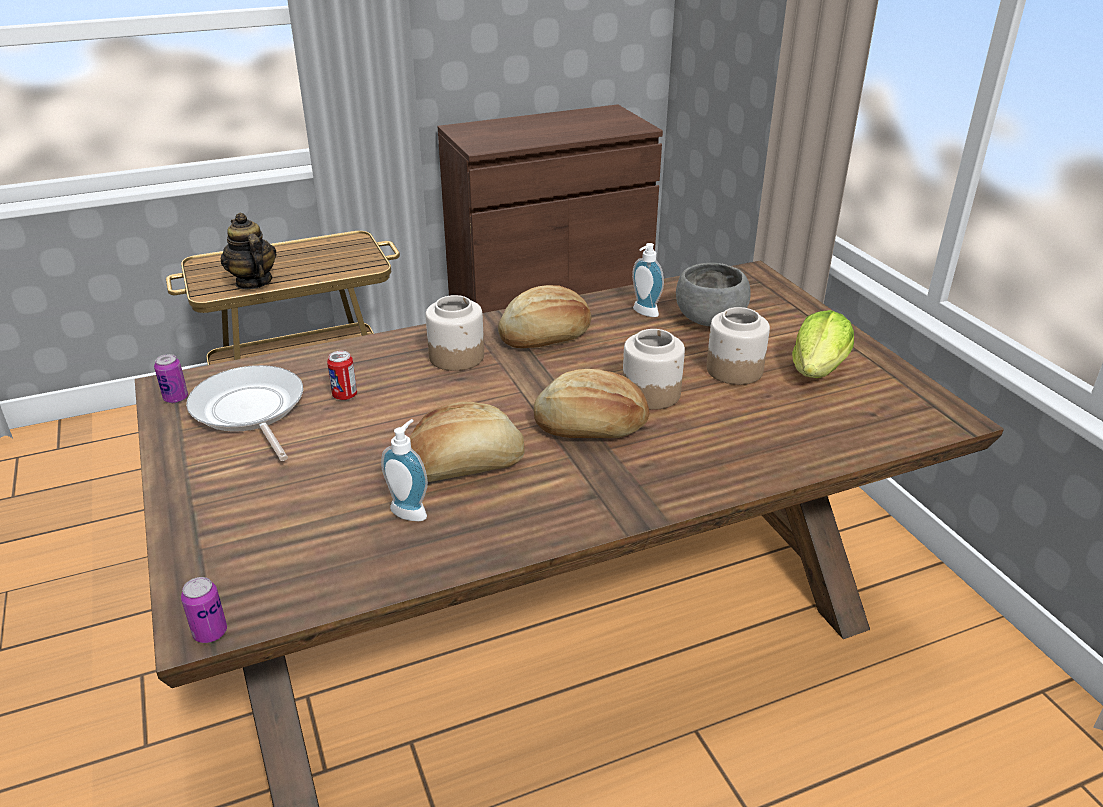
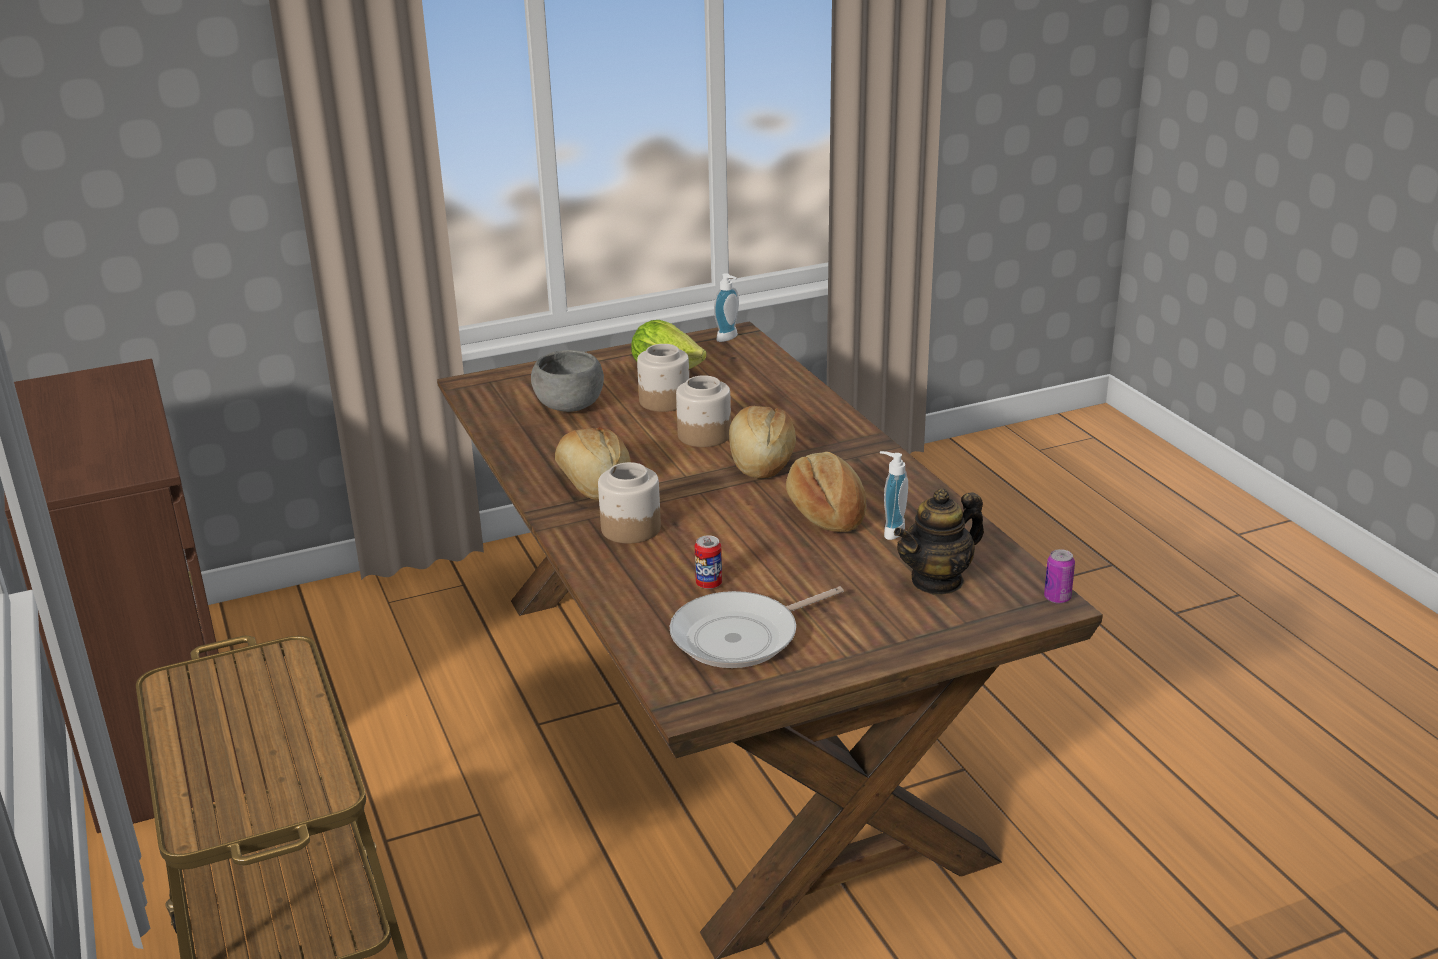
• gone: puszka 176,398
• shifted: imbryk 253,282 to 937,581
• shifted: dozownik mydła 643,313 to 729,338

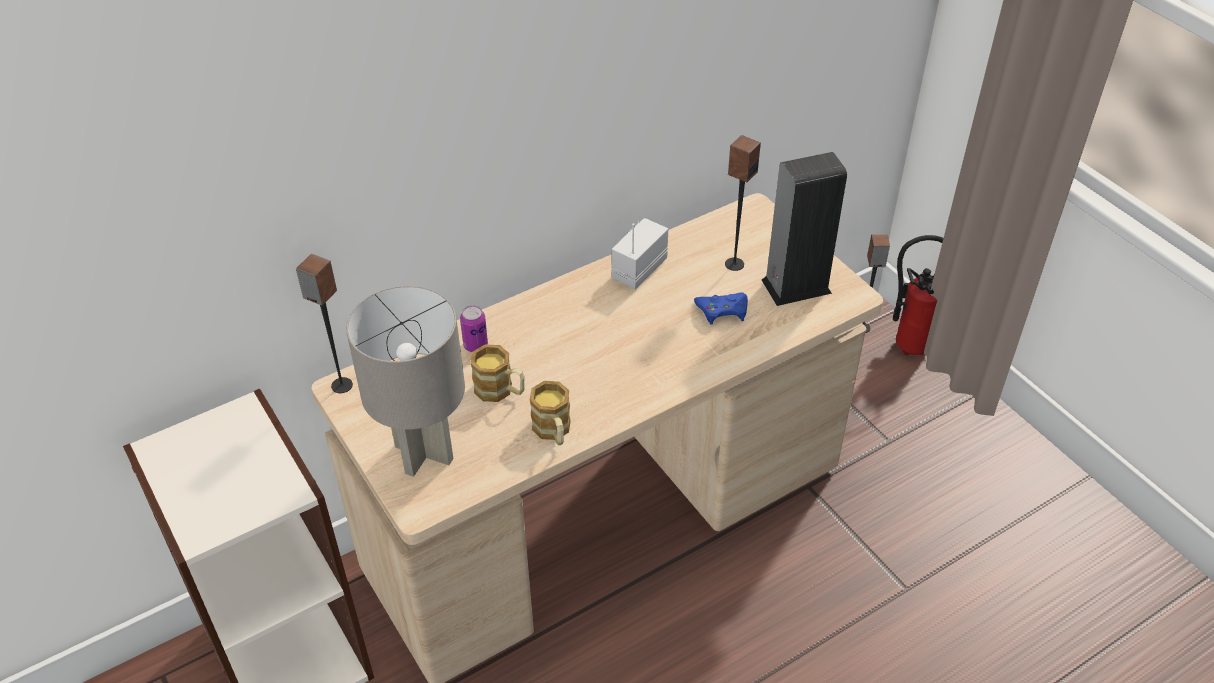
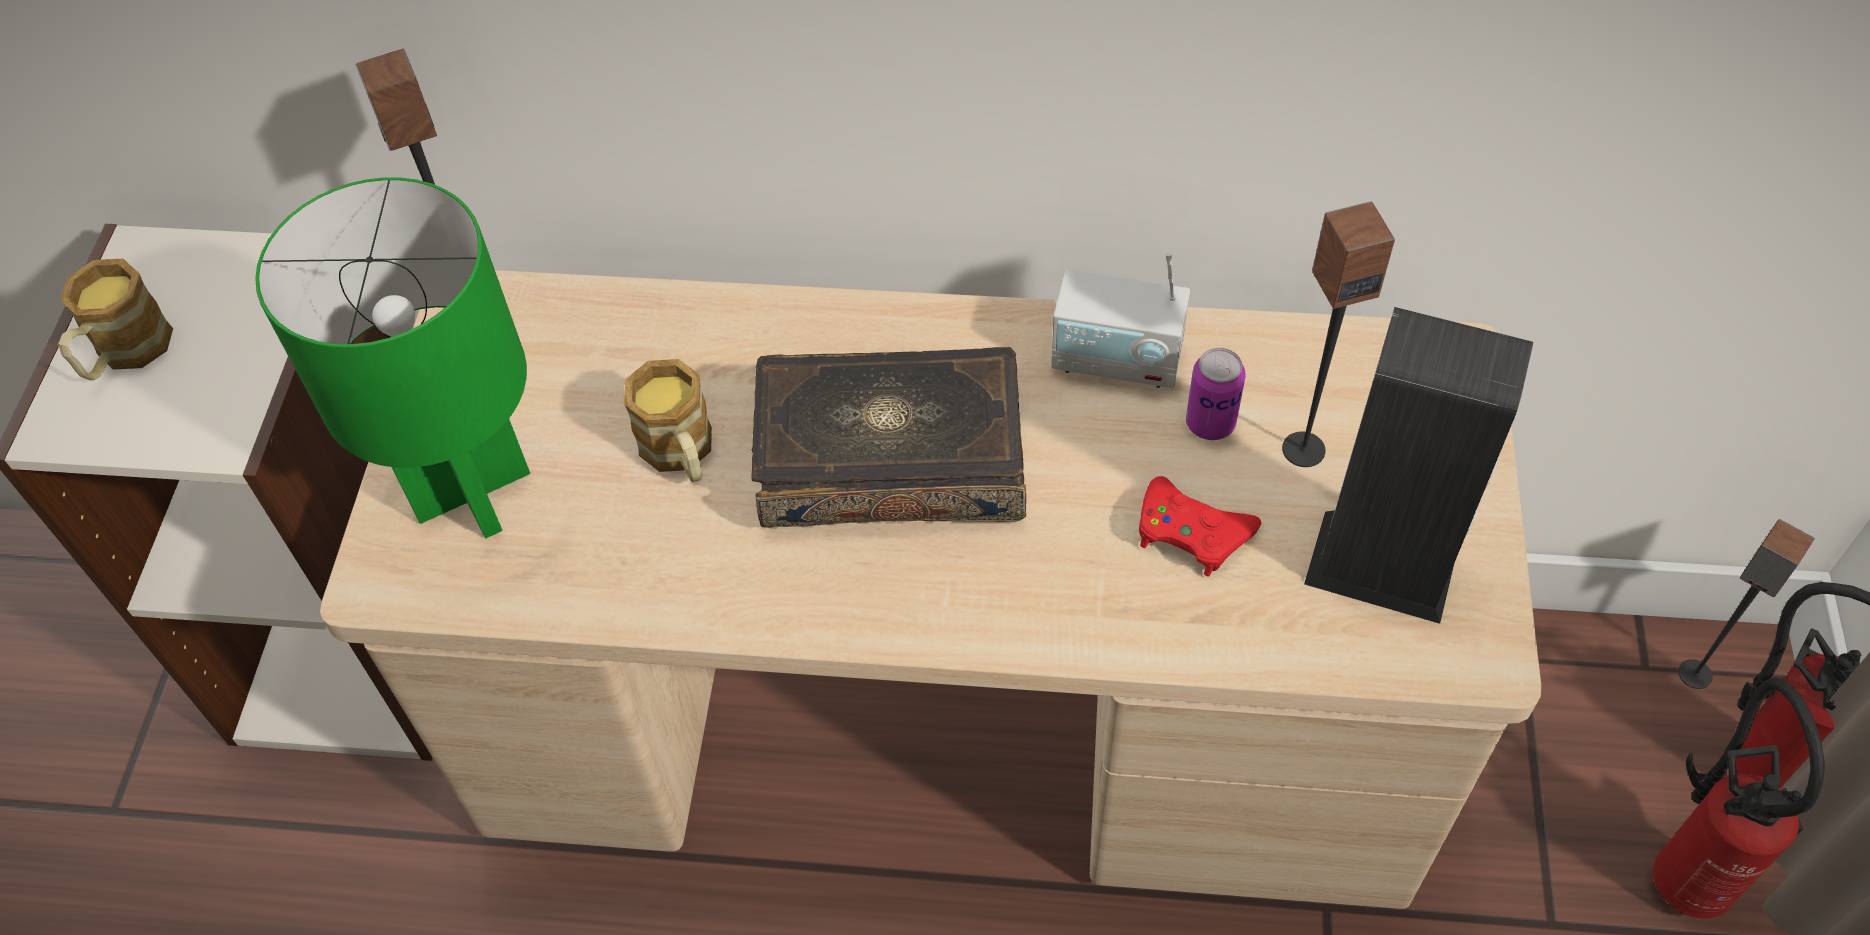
• new: książka 891,459
• new: gaśnica 1688,872
• shifted: puszka 475,345 to 1210,423
• shifted: kubek 553,431 to 125,354
• repainted: lampa stołowa (szary) 424,454 to lampa stołowa (zielony) 471,494
• repainted: pad do gier (niebieski) 722,310 to pad do gier (czerwony) 1191,532
• rotated: radio 638,270 = 1117,360 150 degrees counterclockwise

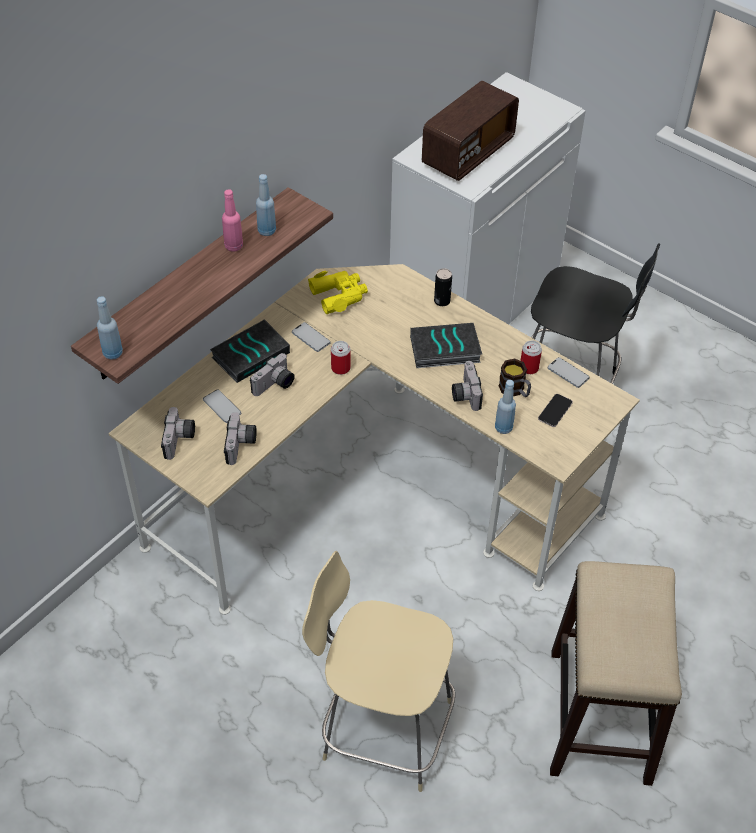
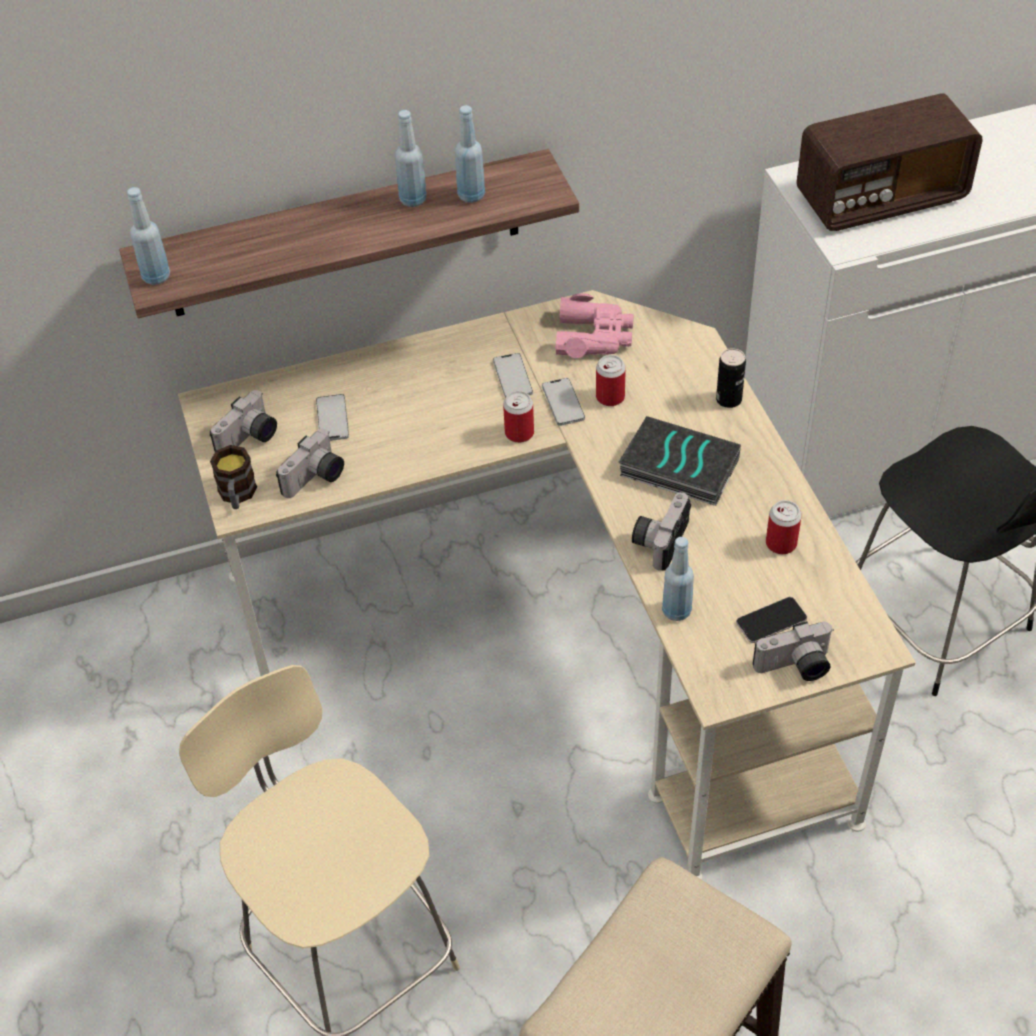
• gone: książka 250,354
• new: puszka 610,397
• shifted: aparat fotograficzny 275,385 to 795,668
• shifted: kubek 515,390 to 237,495
• shifted: telefon 568,373 to 563,403
• repainted: butelka (różowy) 234,246 to butelka (niebieski) 413,200
• repainted: lornetka (żółty) 339,295 to lornetka (różowy) 594,336

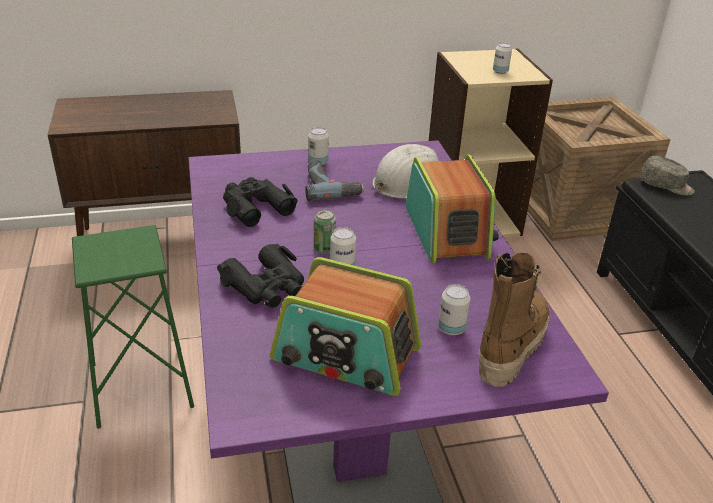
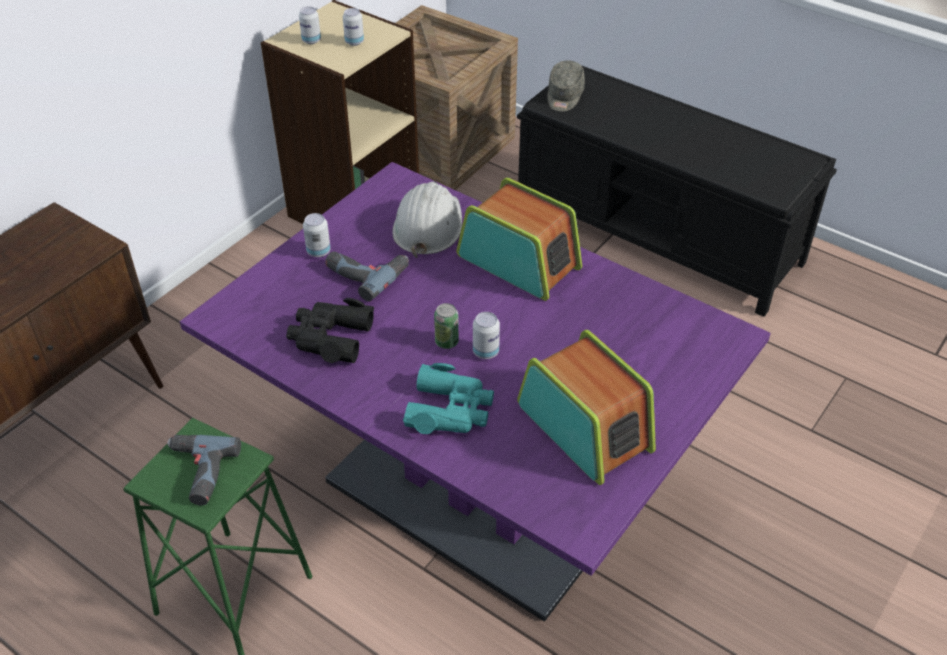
• gone: but z cholewką 510,346
• new: wiertarka 197,473
• shifted: puszka 451,329 to 311,40
• repainted: lornetka (czarny) 267,286 to lornetka (turkusowy) 450,410
• rotated: radio 345,355 = 585,426 105 degrees counterclockwise
• rotated: czapka z daszkiem (szary) 666,186 = 564,96 120 degrees clockwise

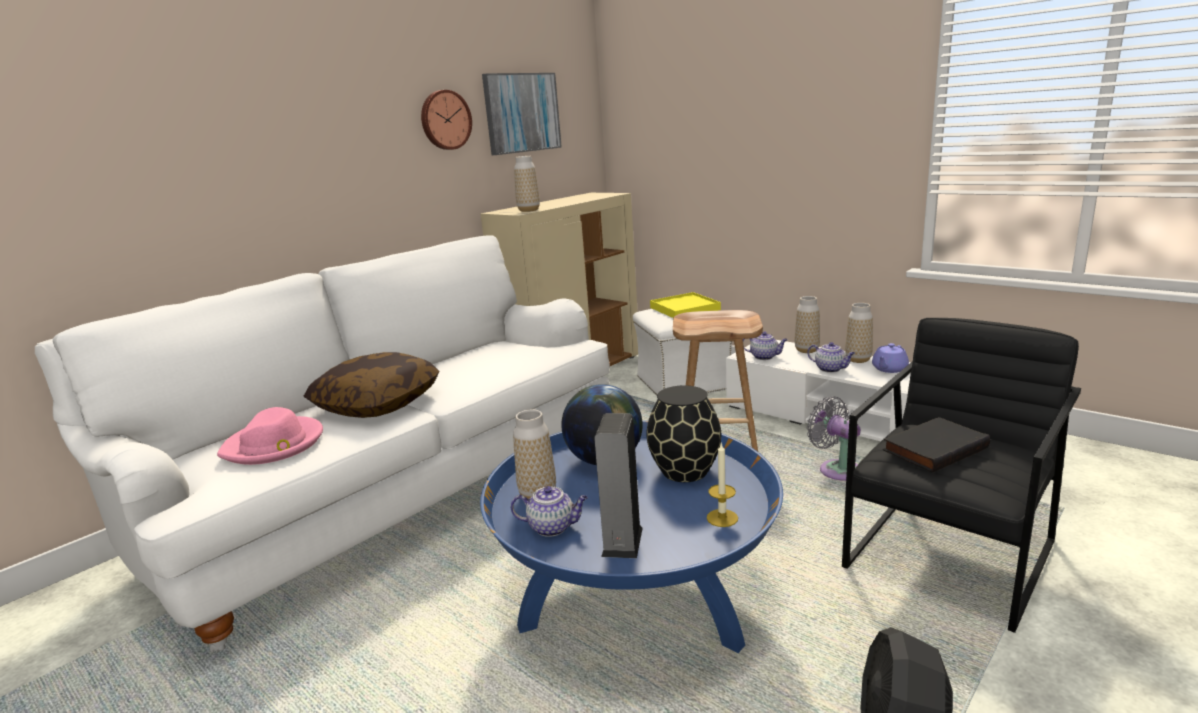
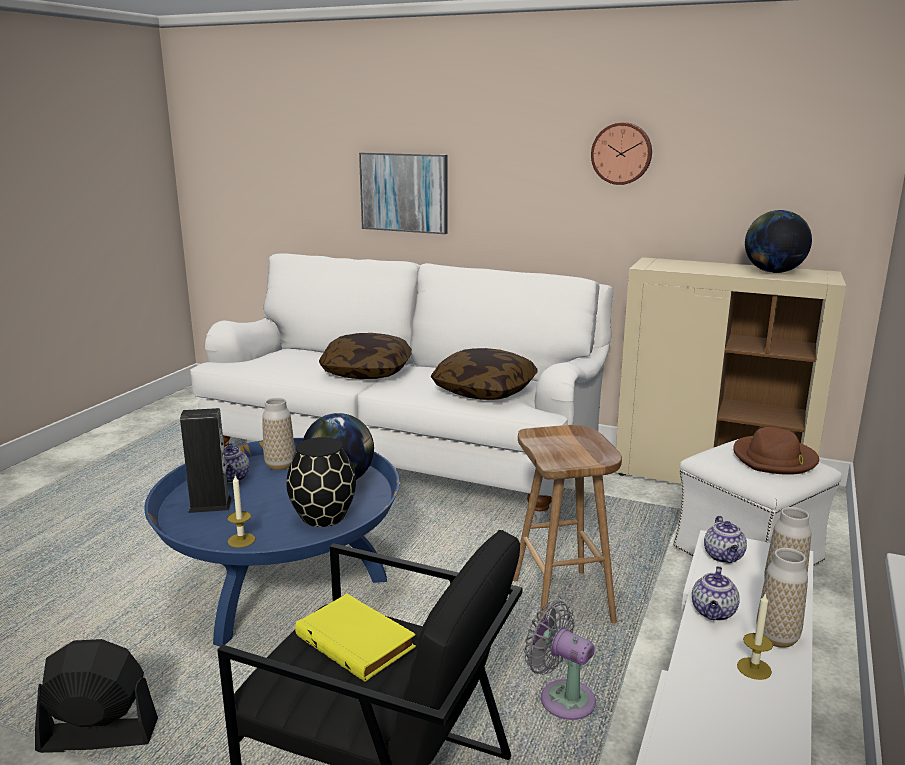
• gone: kapelusz (różowy) 274,445
• gone: wazon 529,210
• new: poduszka 484,390
• new: globus 773,272
• shifted: obraz 522,113 to 404,192
• swapped: taca (żółty) 685,308 to kapelusz (brązowy) 774,459
• swapped: imbryk (fioletowy) 889,369 to świeca 754,668
• repainted: książka (czarny) 933,448 to książka (żółty) 358,641
• rotated: wentylator (szary) 836,469 = 562,698 90 degrees counterclockwise

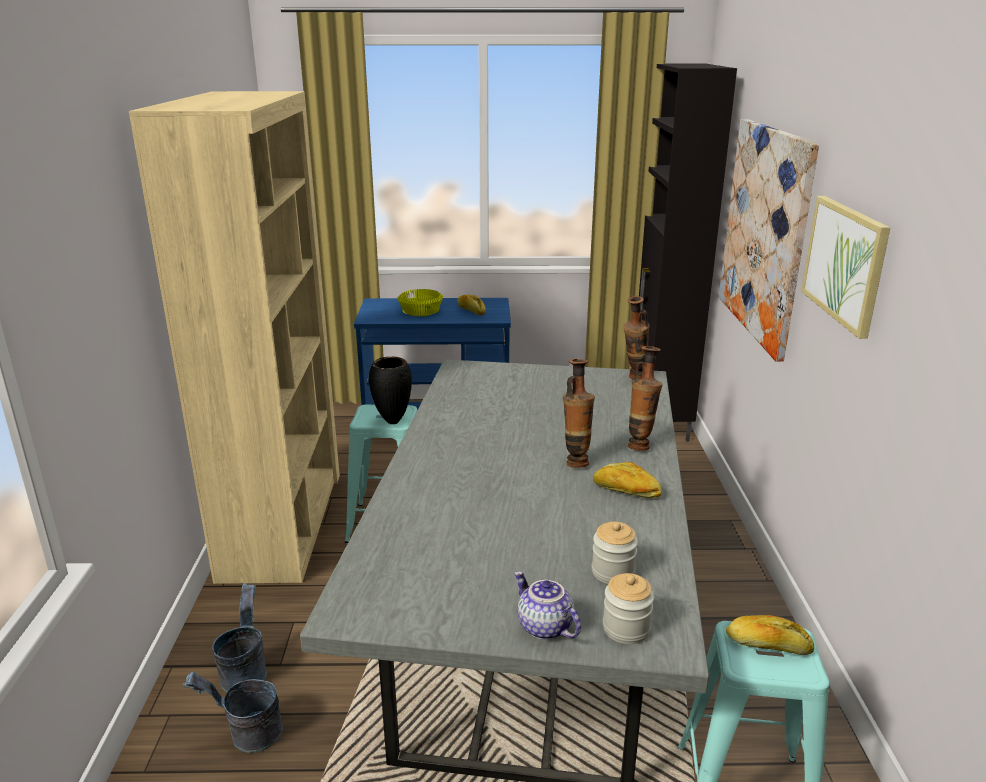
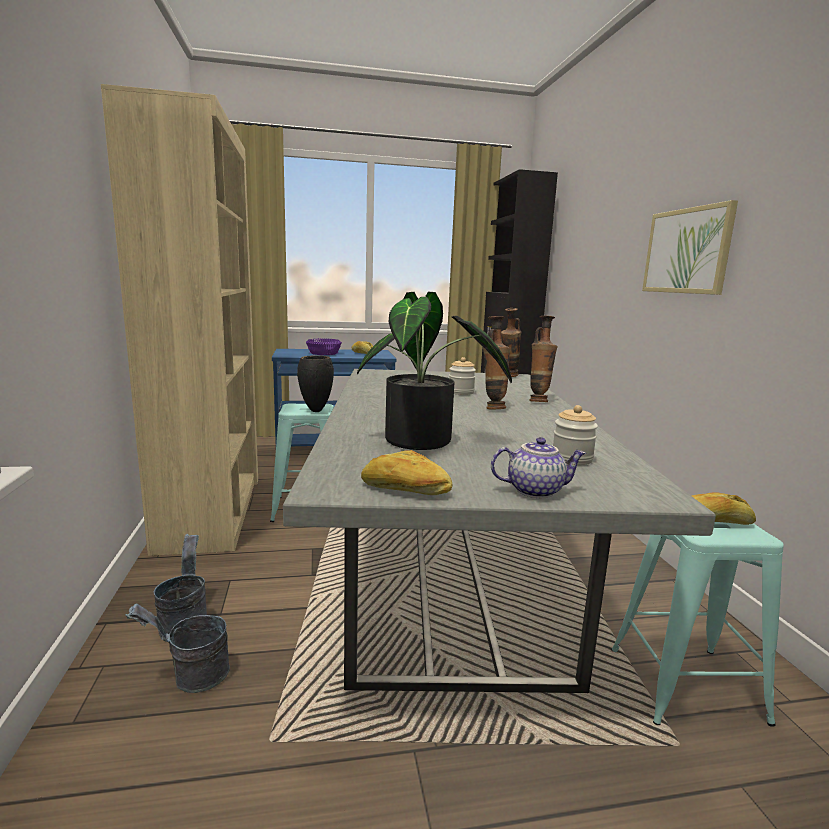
• gone: obraz 765,233
• new: roślina doniczkowa 425,442
• shifted: chleb 626,491 to 405,490
• shifted: słoik 626,628 to 461,392
• repainted: miska (żółty) 420,310 to miska (fioletowy) 323,353
• rotated: imbryk 543,627 = 535,490 135 degrees clockwise

